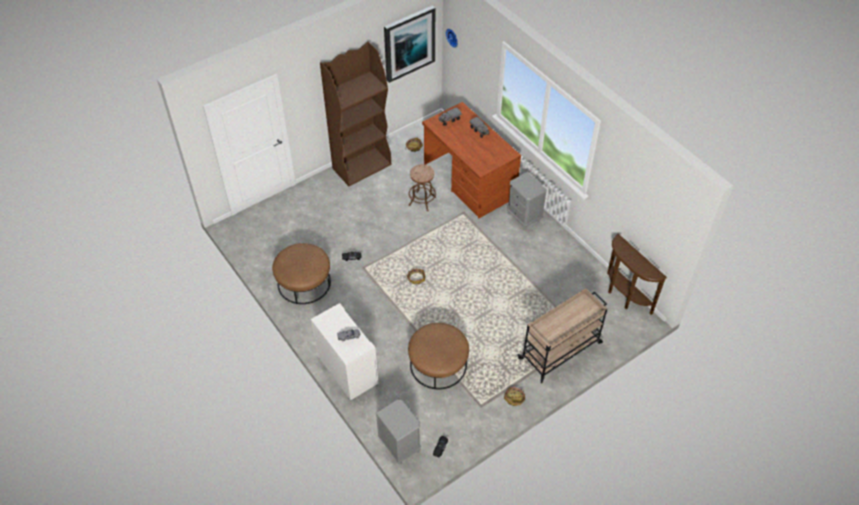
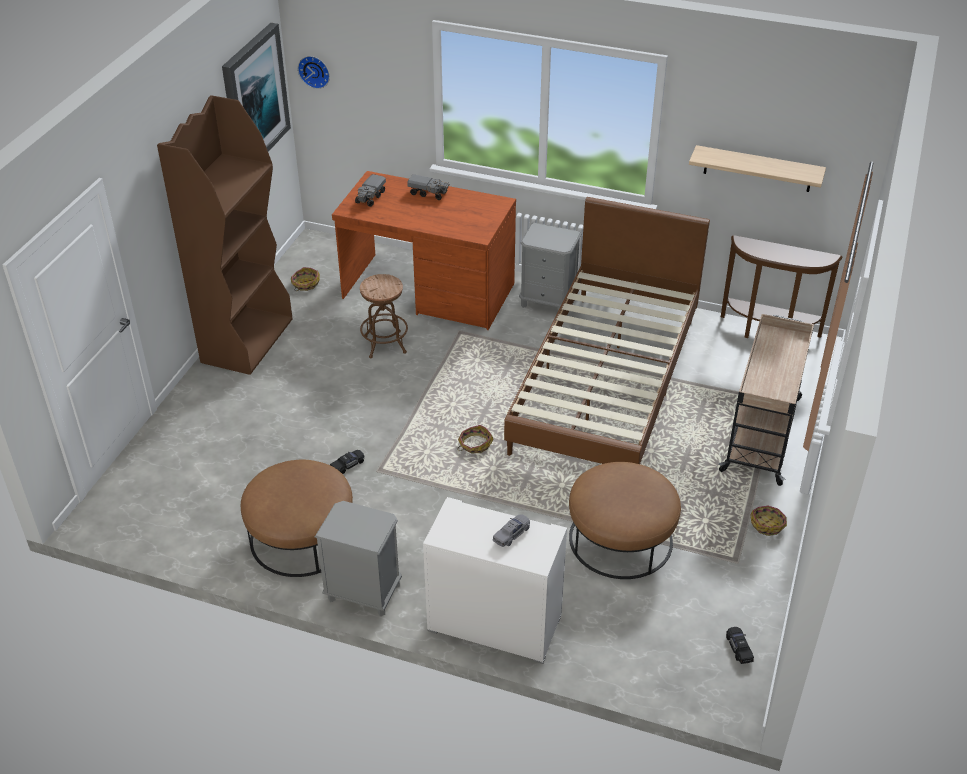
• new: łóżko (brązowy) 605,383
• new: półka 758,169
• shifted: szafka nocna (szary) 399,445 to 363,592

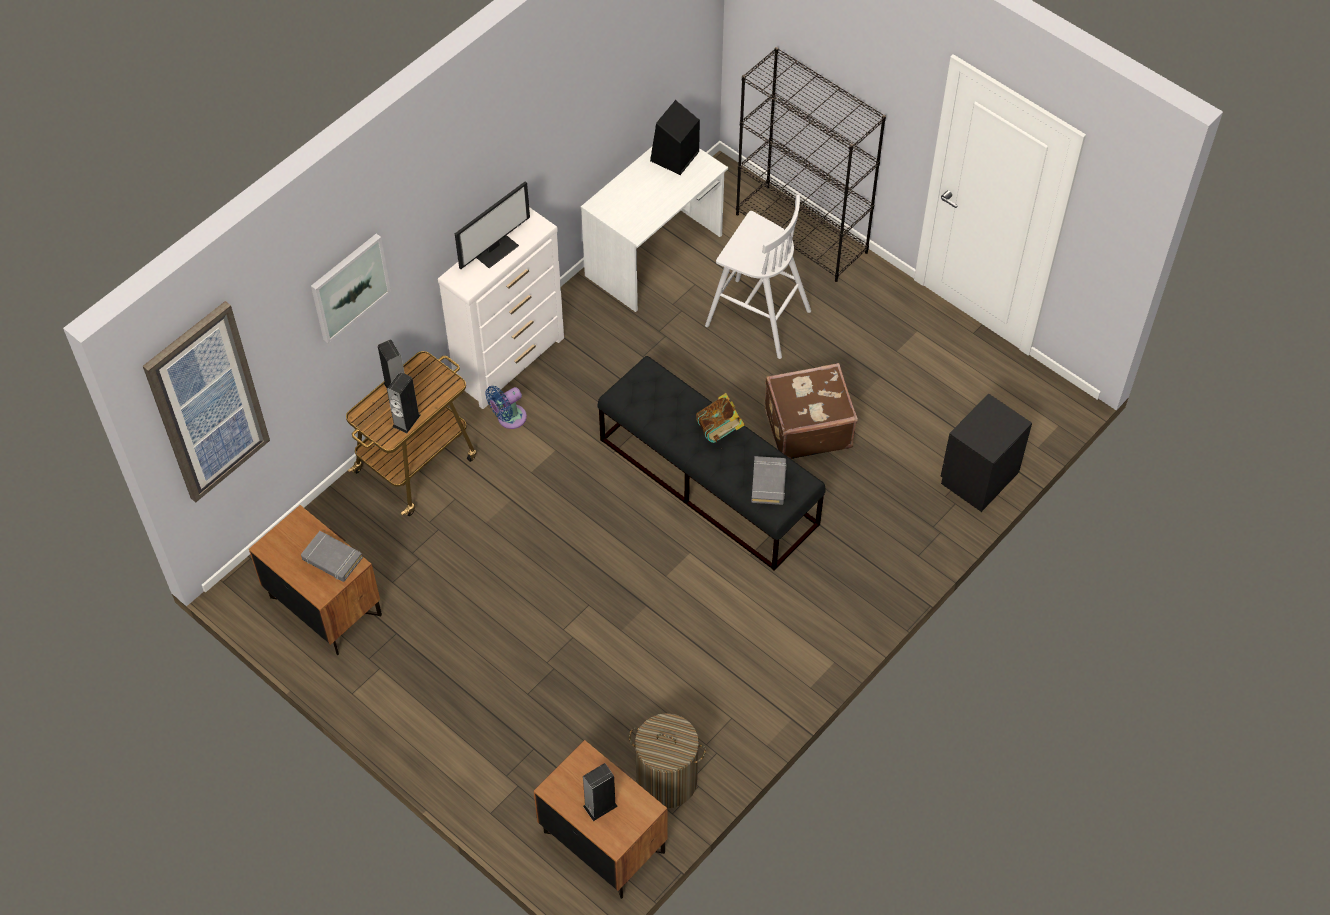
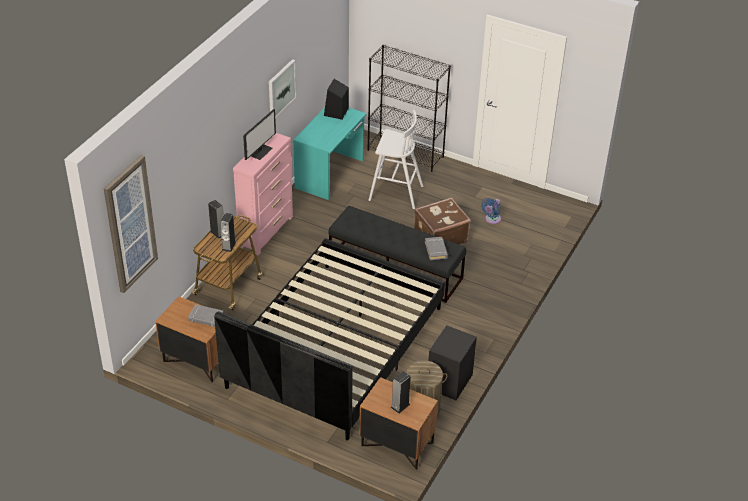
• gone: książka 719,430
• new: łóżko (czarny) 335,346
• shifted: obraz 349,287 to 281,89
• shifted: wentylator (niebieski) 509,418 to 492,219
• shifted: szafka nocna (czarny) 979,477 to 449,381
• repainted: komoda (biały) 510,362 to komoda (różowy) 266,232
• repainted: biurko (biały) 655,256 to biurko (turkusowy) 330,174

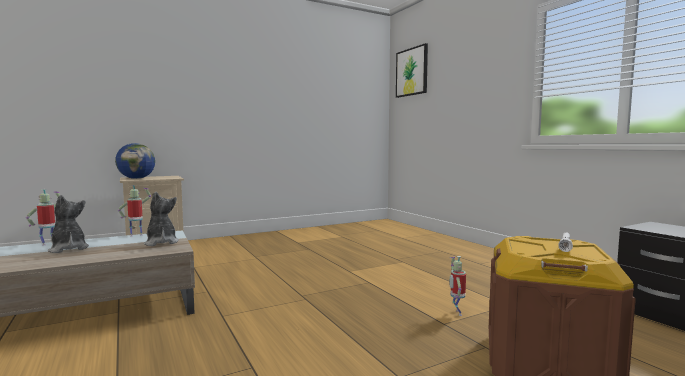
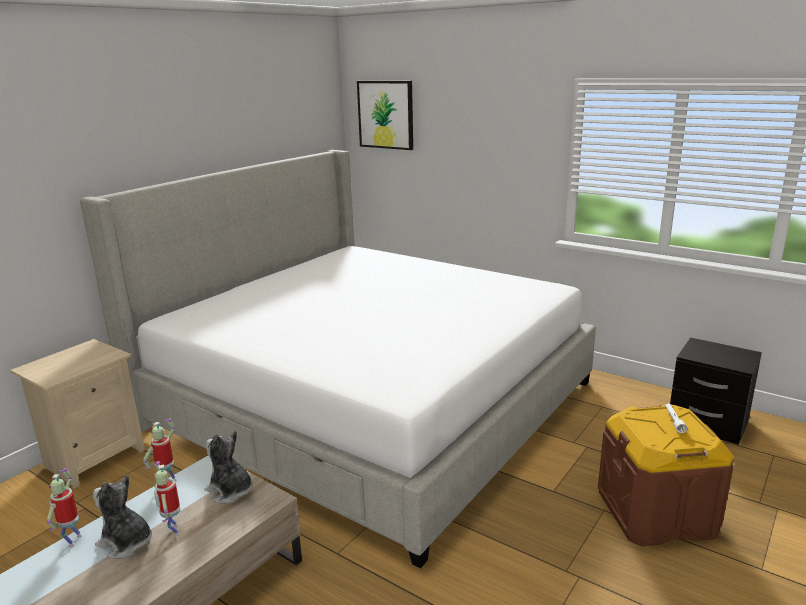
• gone: globus 136,178
• new: łóżko 368,403
• shifted: robot zabawkowy 456,312 to 173,530

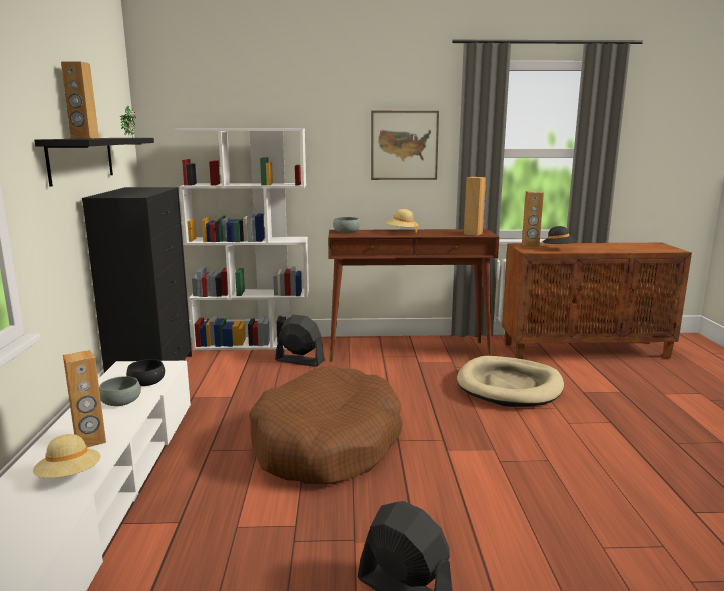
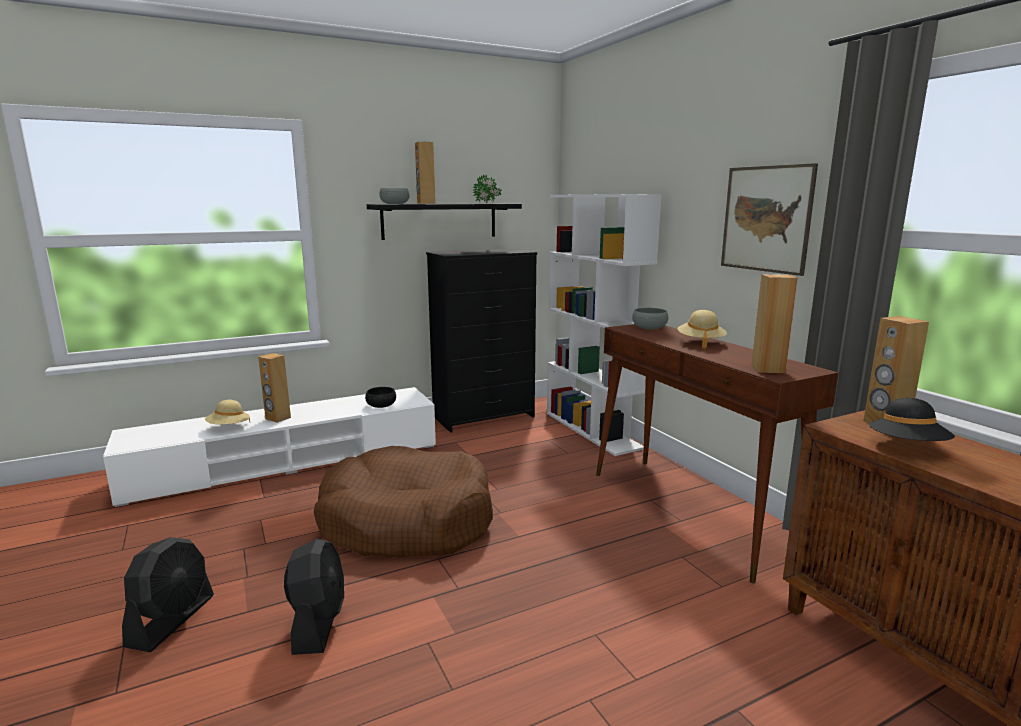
• gone: legowisko (beżowy) 509,386
• shifted: miska (szary) 121,401 to 394,203
• shifted: wentylator (czarny) 299,361 to 318,623

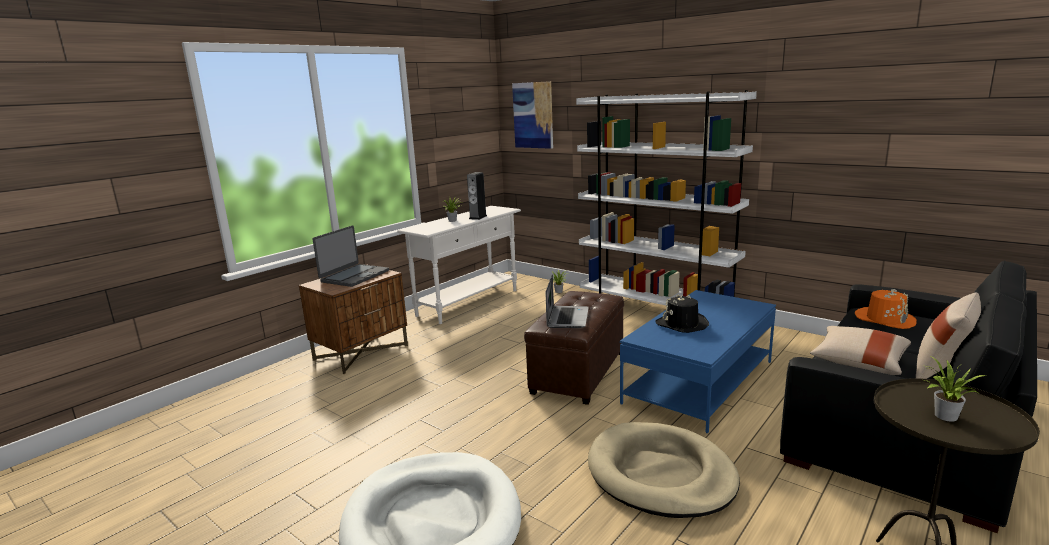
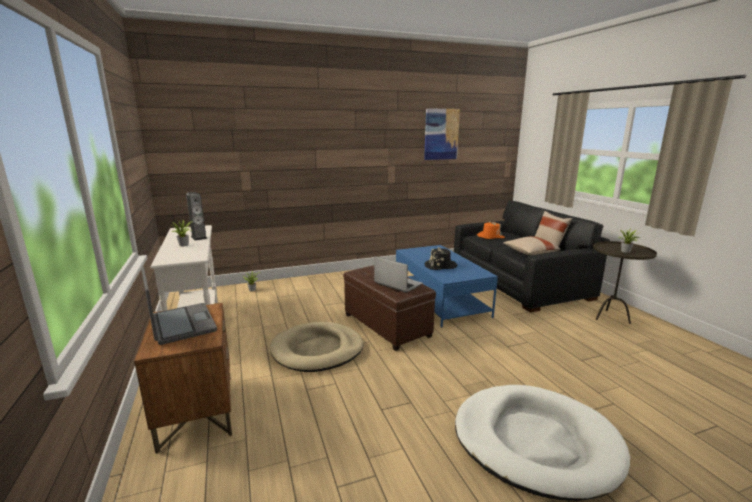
• gone: regał (biały) 656,310
• shifted: obraz 533,115 to 441,134
• shifted: legowisko (beżowy) 660,474 to 317,350

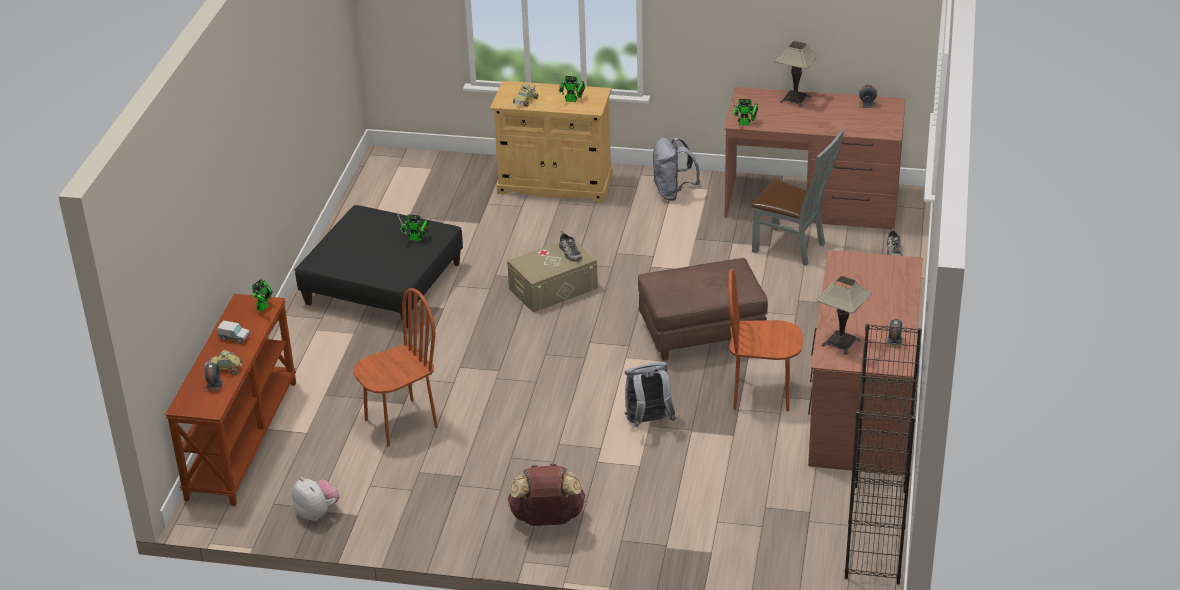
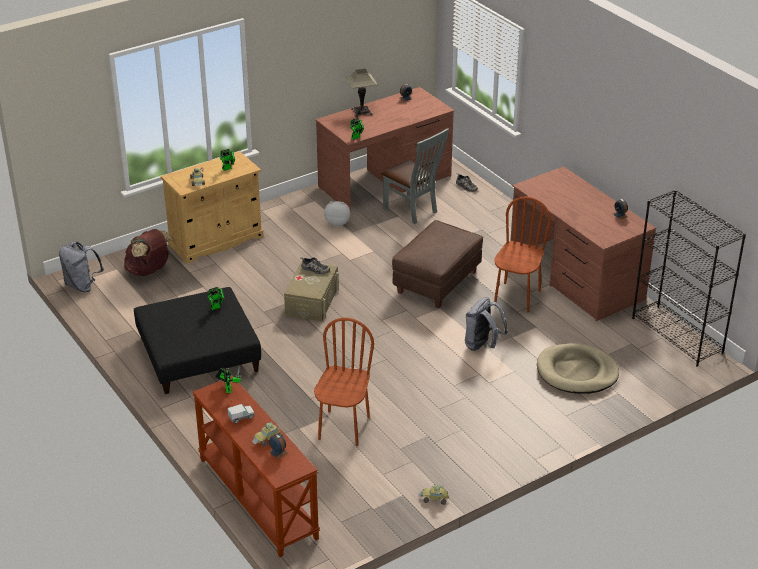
• gone: lampa stołowa 841,342
• new: samochodzik 434,498
• new: legowisko (beżowy) 577,372
• shifted: pluszak 317,513 to 337,223
• shifted: plecak (brązowy) 547,520 to 149,271
• shifted: plecak (szary) 673,192 to 82,286
• rotated: krzesło (brązowy) 761,394 = 516,297 150 degrees clockwise
• rotated: krzesło (szary) 793,248 = 413,211 60 degrees clockwise

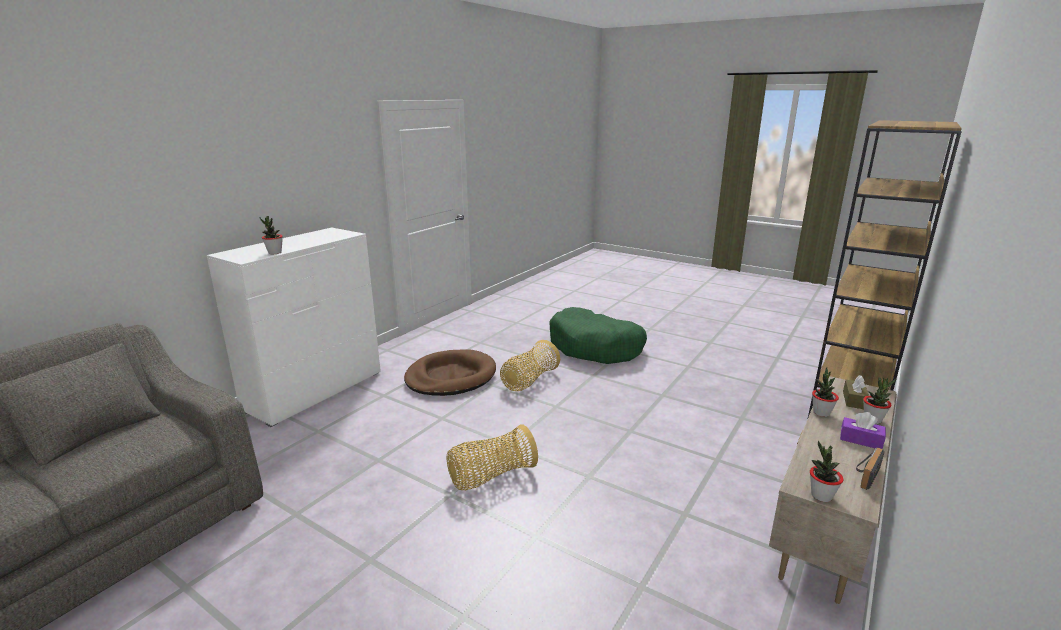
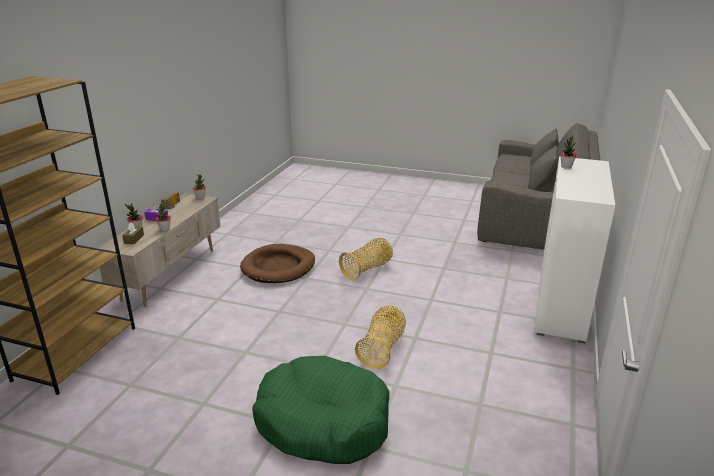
• shifted: legowisko (brązowy) 451,377 to 278,267

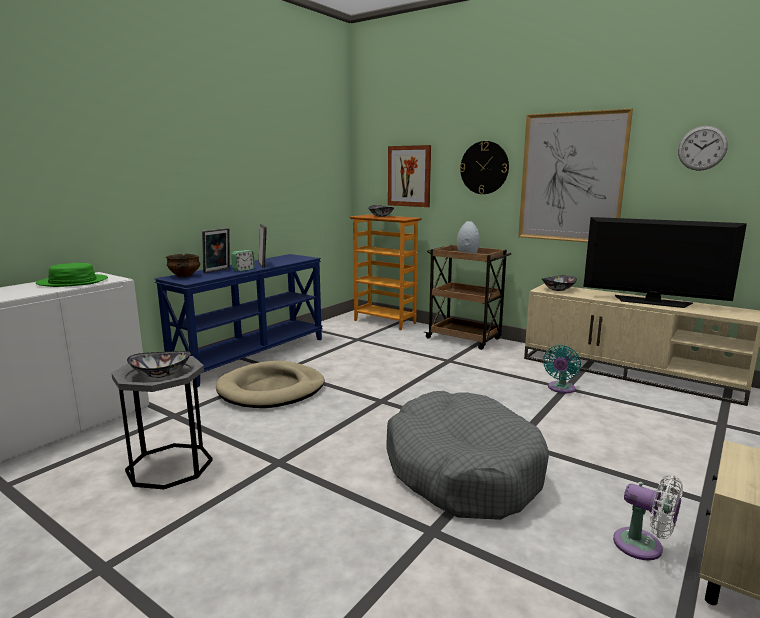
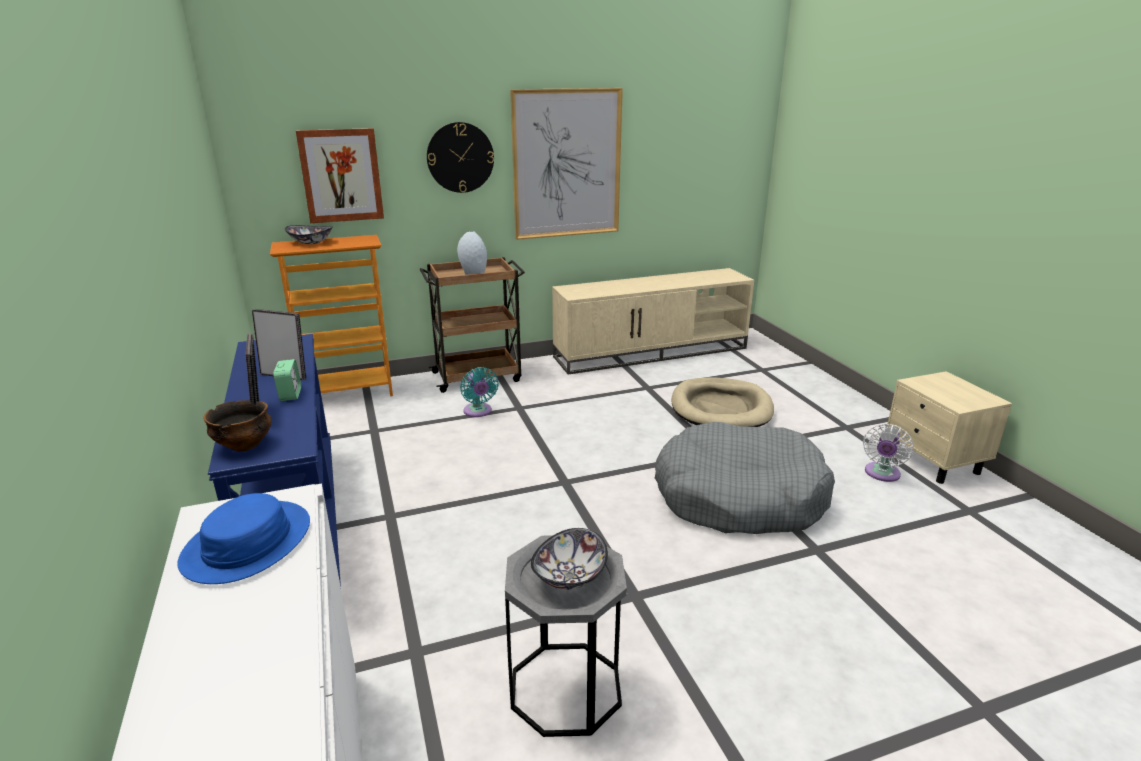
• gone: miska 558,289
• gone: telewizor 652,302
• gone: zegar ścienny 702,148
• shifted: legowisko (beżowy) 271,389 to 721,408
• shifted: wentylator (turkusowy) 560,389 to 478,412
• repainted: kapelusz (zielony) 73,282 to kapelusz (niebieski) 248,543
• rotated: wentylator (biały) 643,547 = 881,474 135 degrees clockwise

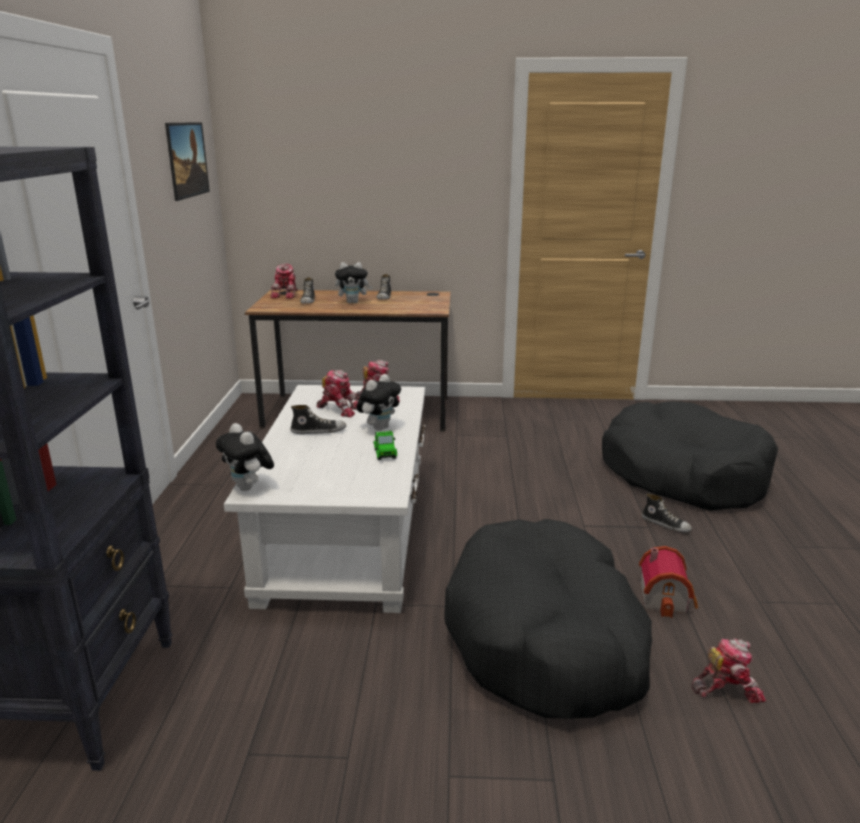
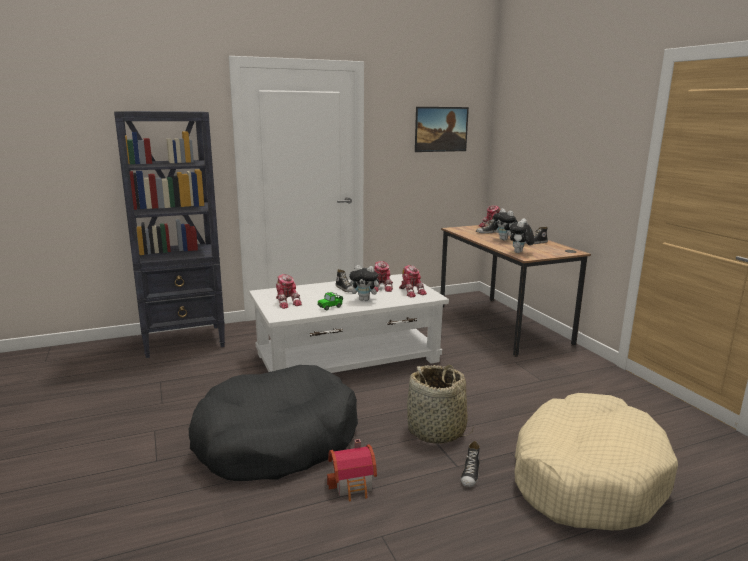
• new: koszyk 436,431
• shifted: pluszak 249,488 to 519,253
• shifted: robot zabawkowy 726,688 to 287,302
• repainted: legowisko (czarny) 683,474 to legowisko (beżowy) 586,477

